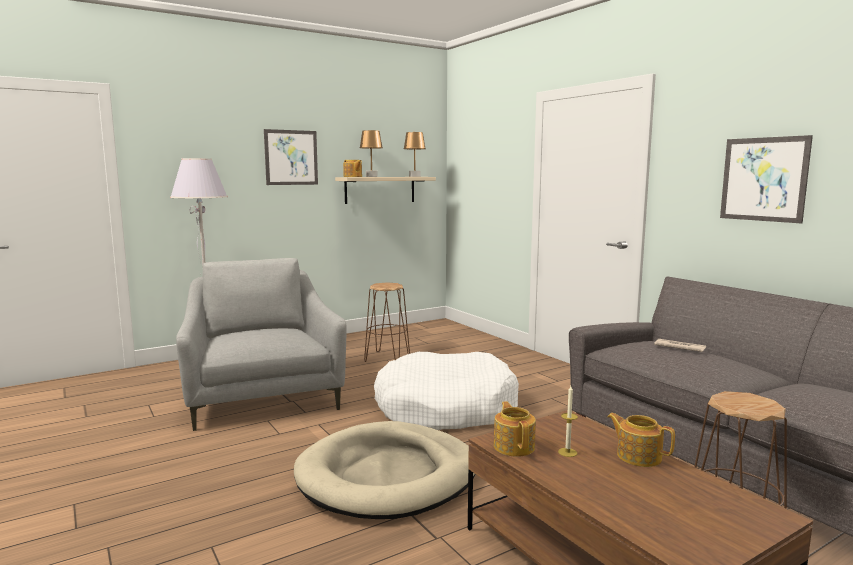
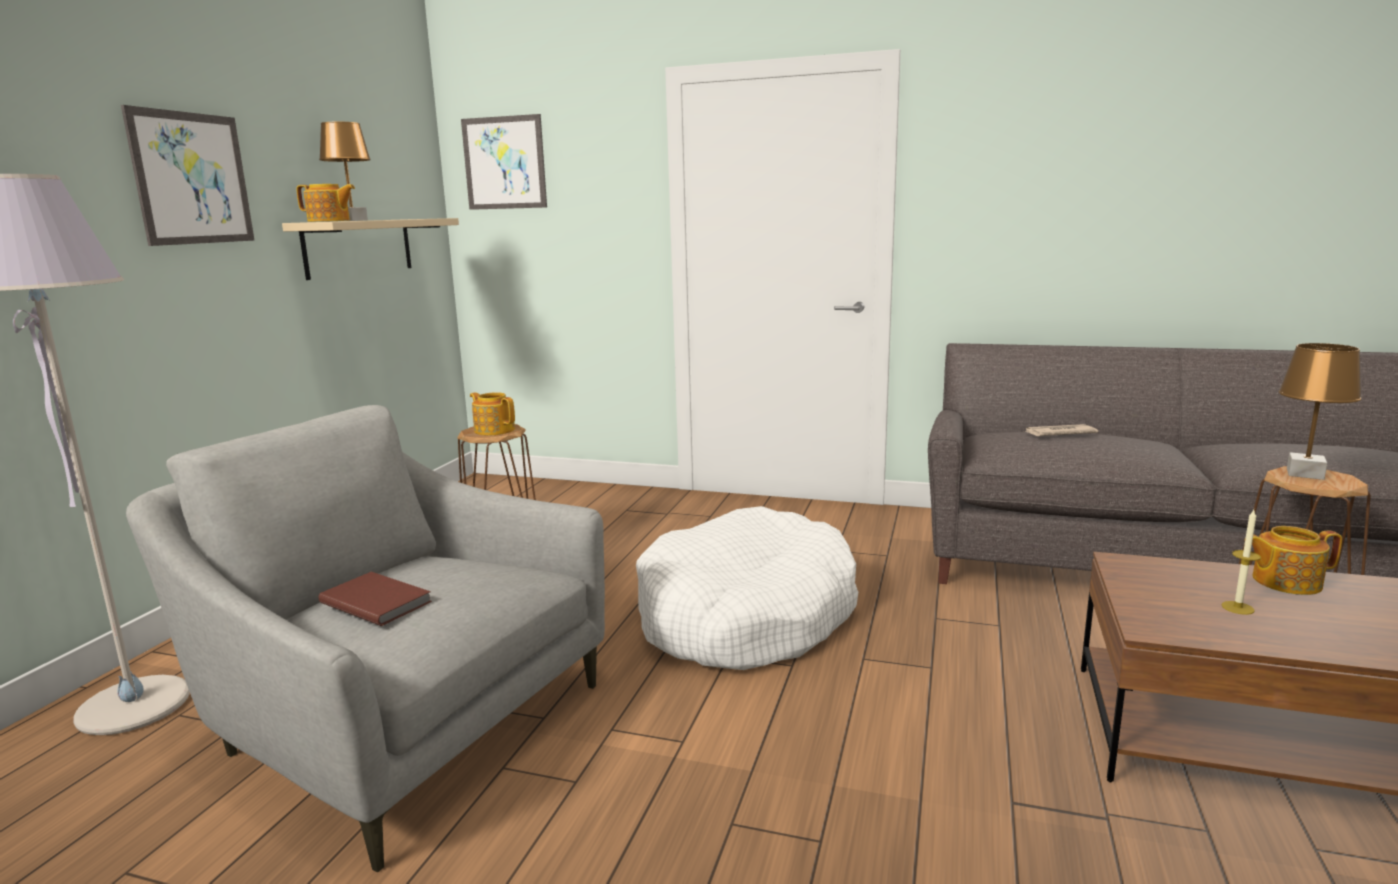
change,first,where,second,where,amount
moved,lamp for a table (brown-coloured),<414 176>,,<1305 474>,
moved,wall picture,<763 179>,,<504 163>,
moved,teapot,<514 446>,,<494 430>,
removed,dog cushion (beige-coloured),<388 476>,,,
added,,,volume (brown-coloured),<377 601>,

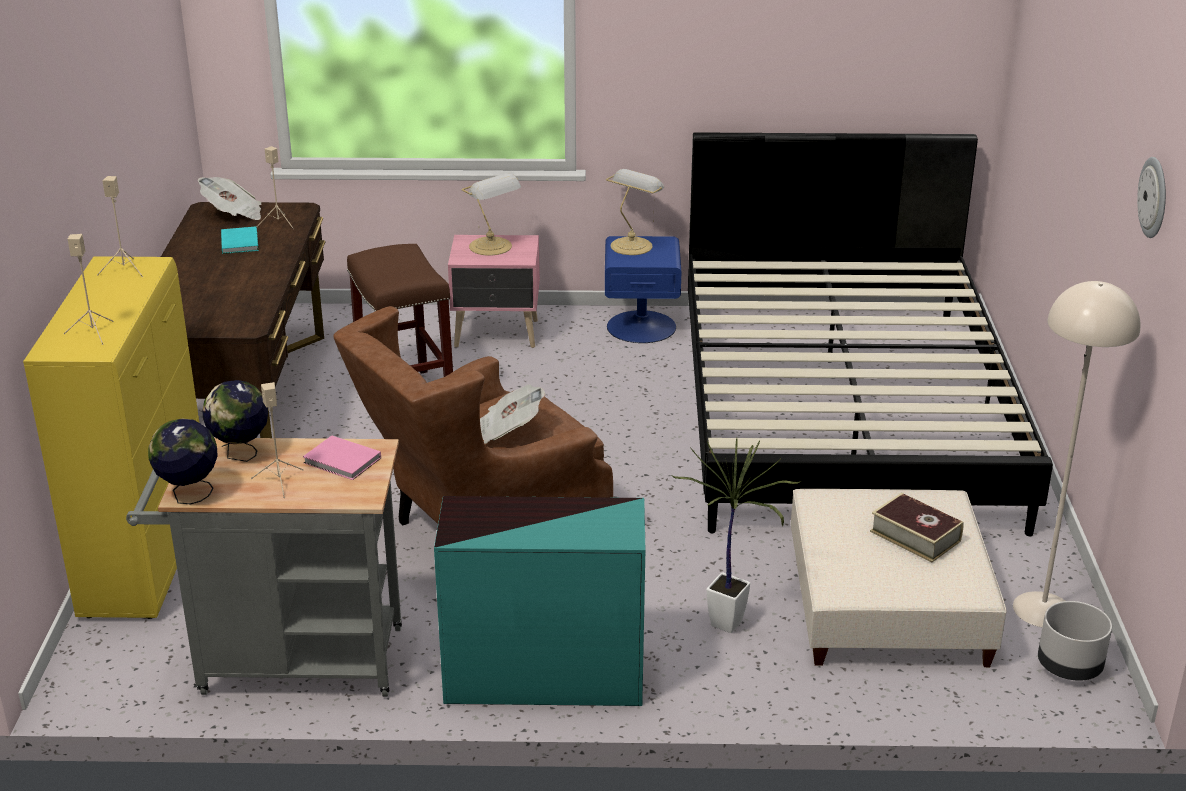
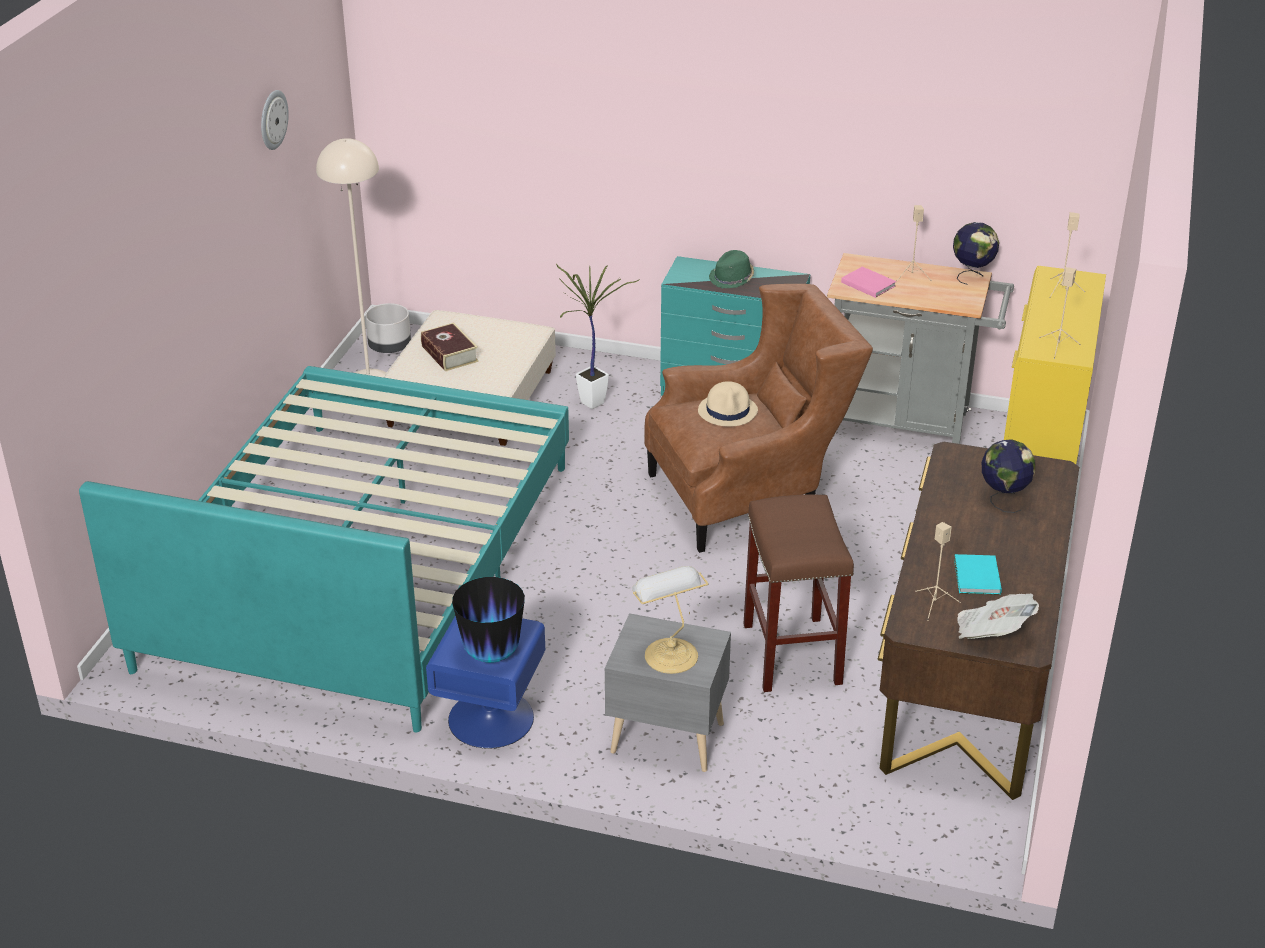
change,first,where,second,where,amount
recoloured,bedroom bed (black-coloured),<843 410>,bedroom bed (turquoise),<360 563>,
replaced,lamp for a table,<632 245>,vase,<491 654>,
recoloured,nightstand (pink),<497 334>,nightstand (gray),<666 736>,
moved,globe,<241 454>,,<1003 500>,
replaced,printed paper,<506 431>,clothing hat (beige-coloured),<728 411>,
added,,,clothing hat (greenish),<732 279>,

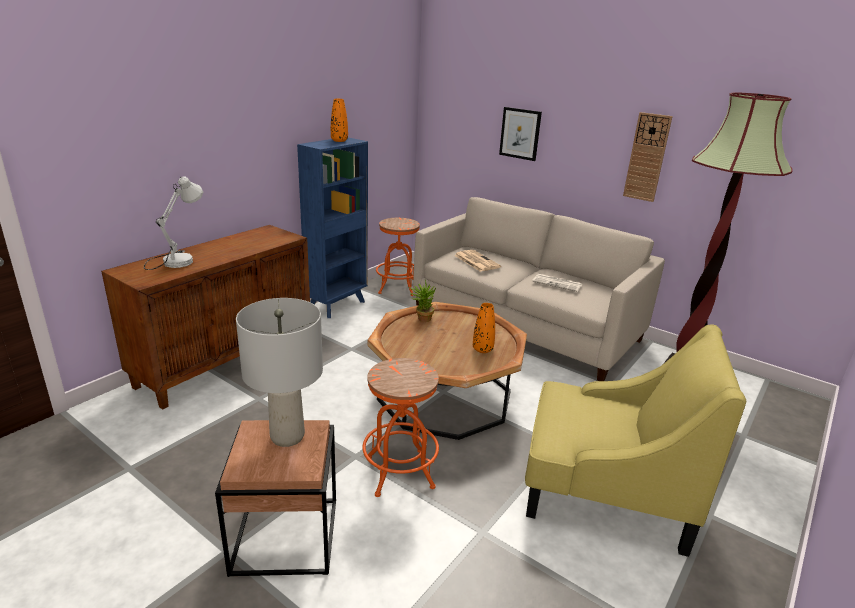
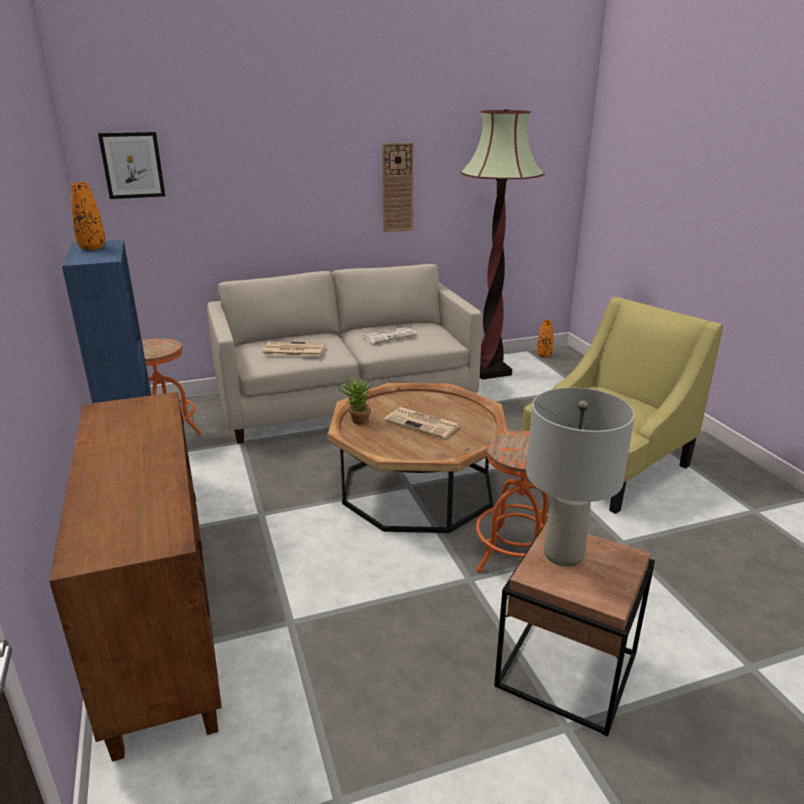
change,first,where,second,where,amount
moved,wall picture,<520 133>,,<132 165>,
removed,lamp for a table (whitish),<175 260>,,,
moved,vase (orange-coloured),<482 349>,,<544 355>,
added,,,printed paper,<423 423>,

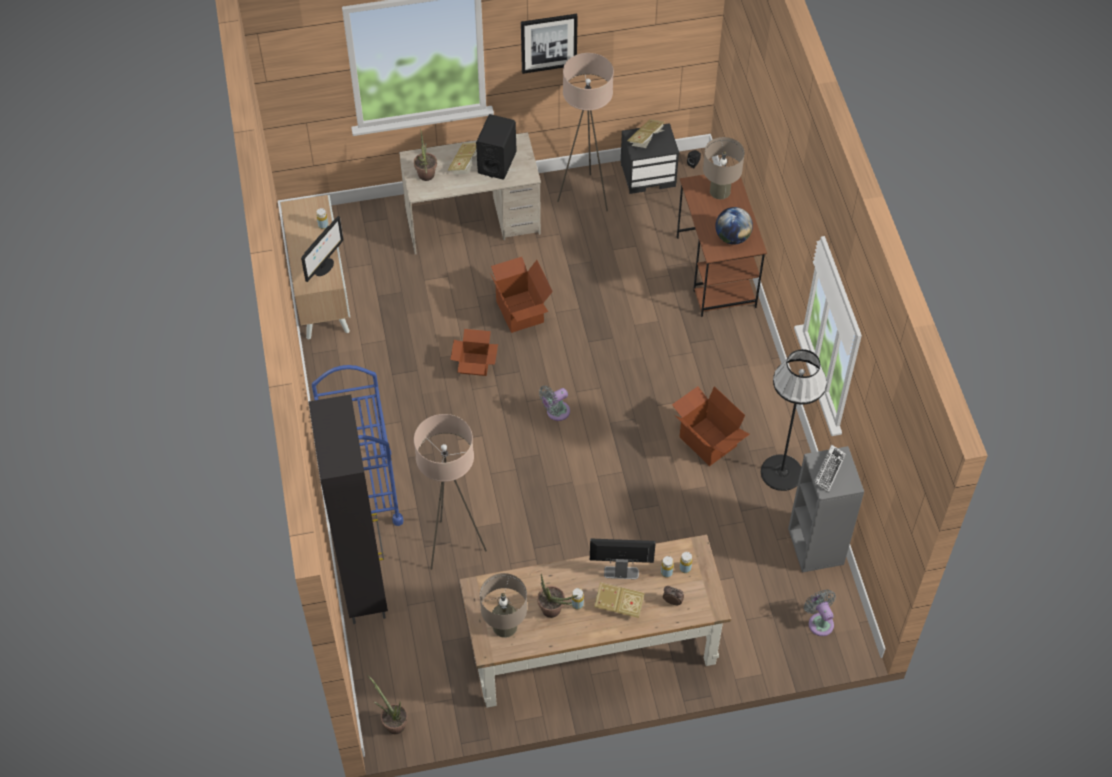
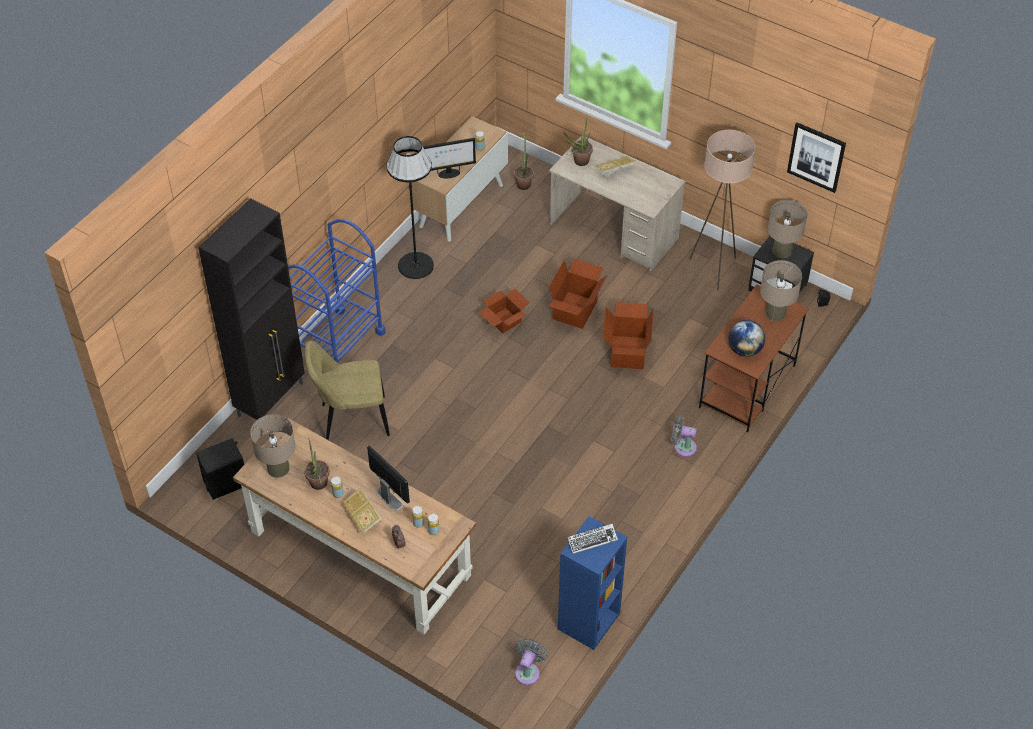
change,first,where,second,where,amount
moved,wall picture,<548 42>,,<816 156>,
moved,audio speaker (black-coloured),<497 162>,,<226 482>,
replaced,volume,<646 139>,lamp for a table (beige-coloured),<781 251>,
moved,standard lamp (black-coloured),<781 472>,,<416 265>,
moved,cooling fan (gray),<555 412>,,<682 447>,
moved,cardboard box,<707 442>,,<627 352>,
replaced,standard lamp (beige-coloured),<453 547>,plain chair (beige-coloured),<351 420>,
recoloured,bookshelf (gray),<816 547>,bookshelf (bluish),<589 622>,
moved,plant in a pot,<392 722>,,<523 182>,

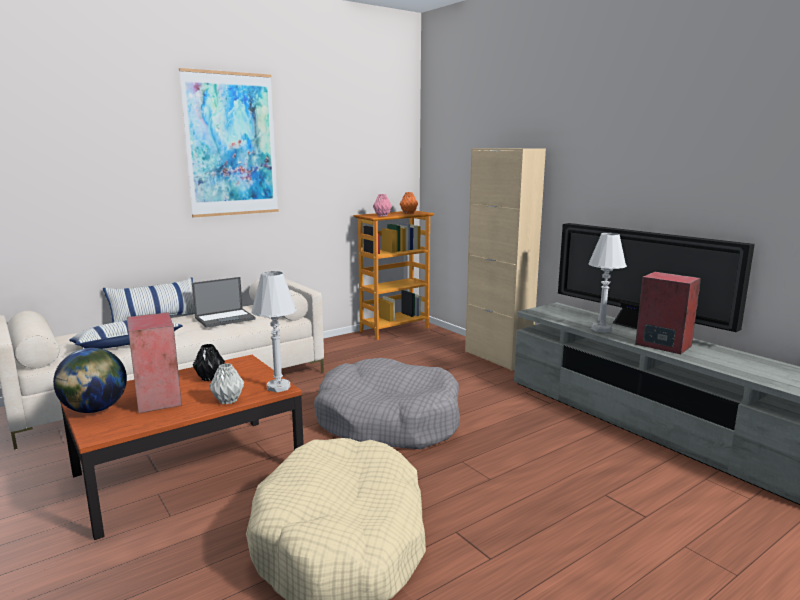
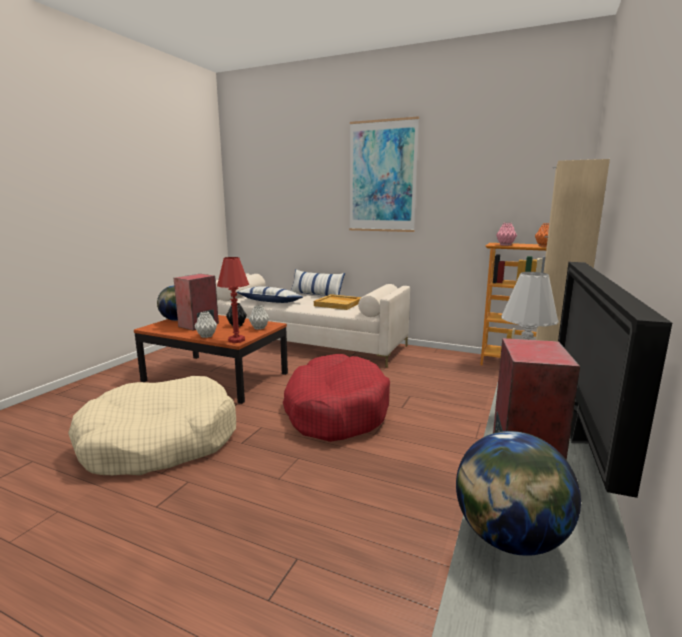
change,first,where,second,where,amount
recoloured,lamp for a table (whitish),<278 387>,lamp for a table (red),<236 340>,
replaced,portable computer,<225 318>,serving tray (beige-coloured),<338 304>,
recoloured,dog cushion (gray),<388 421>,dog cushion (red),<335 410>,
added,,,vase (gray),<259 328>,
added,,,globe,<509 538>,

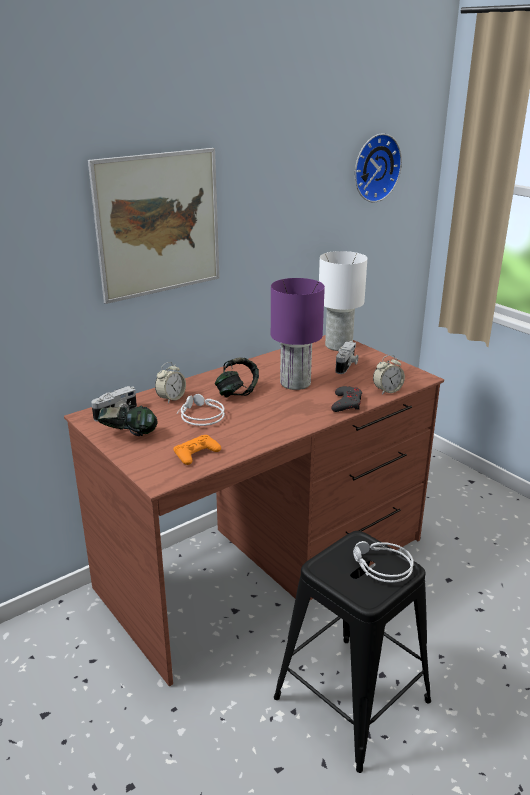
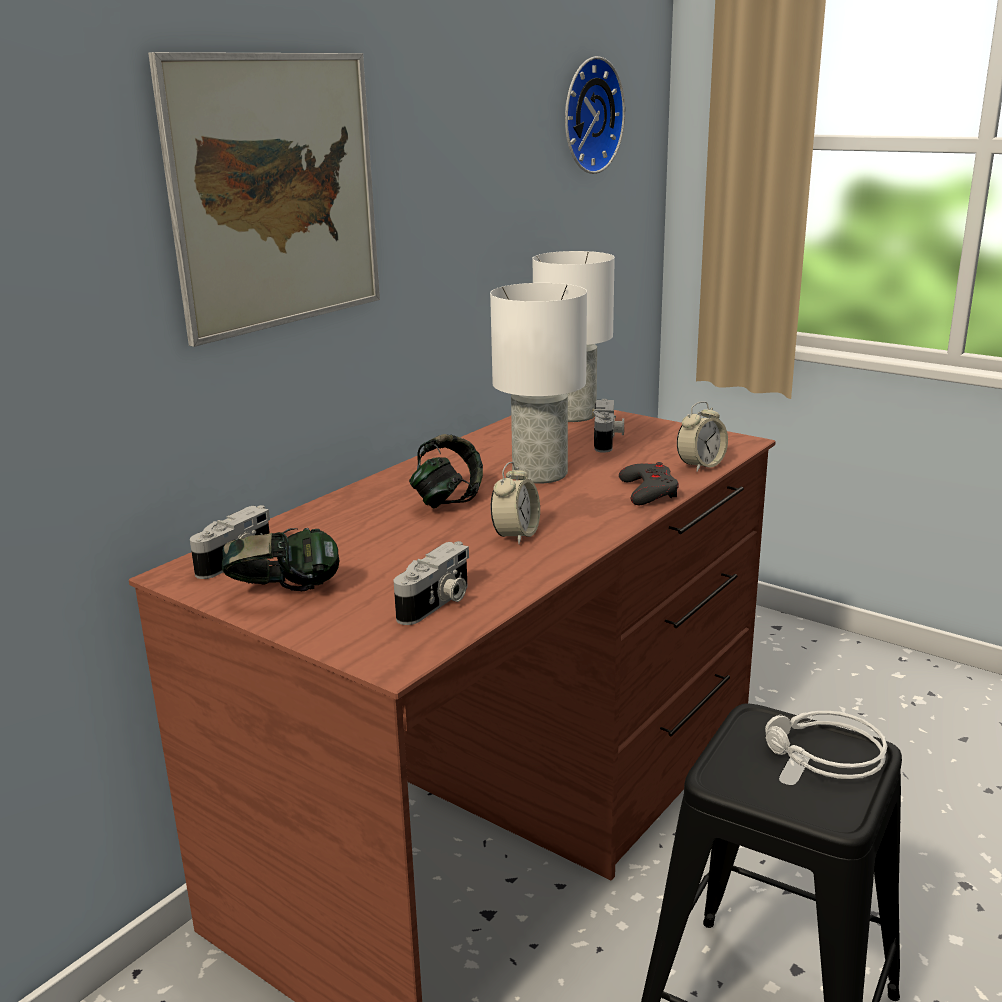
change,first,where,second,where,amount
recoloured,lamp for a table (purple),<295 383>,lamp for a table (whitish),<539 473>,
moved,table clock,<171 398>,,<516 535>,
removed,pair of headphones (gray),<199 415>,,,
replaced,joypad (orange-coloured),<196 454>,photo camera,<437 604>,

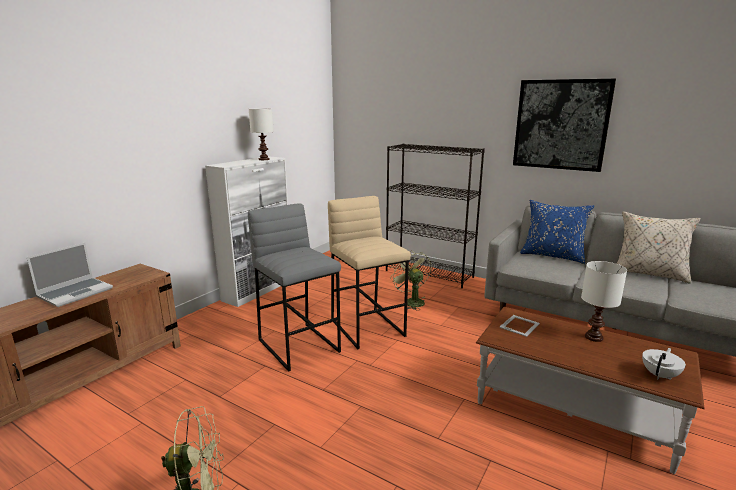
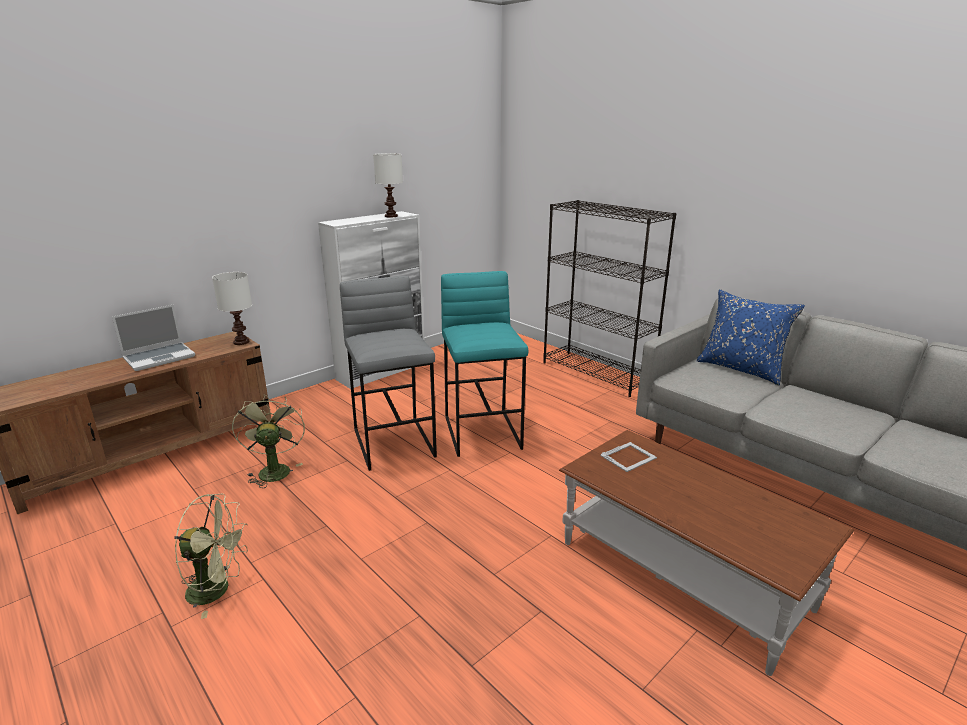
change,first,where,second,where,amount
removed,wall picture,<561 125>,,,
recoloured,stool seat (beige-coloured),<368 327>,stool seat (turquoise),<483 432>,
removed,throw pillow (beige-coloured),<649 274>,,,
moved,cooling fan (greenish),<411 301>,,<273 469>,
moved,lamp for a table (whitish),<593 337>,,<241 342>,
removed,teapot (whitish),<660 375>,,,

